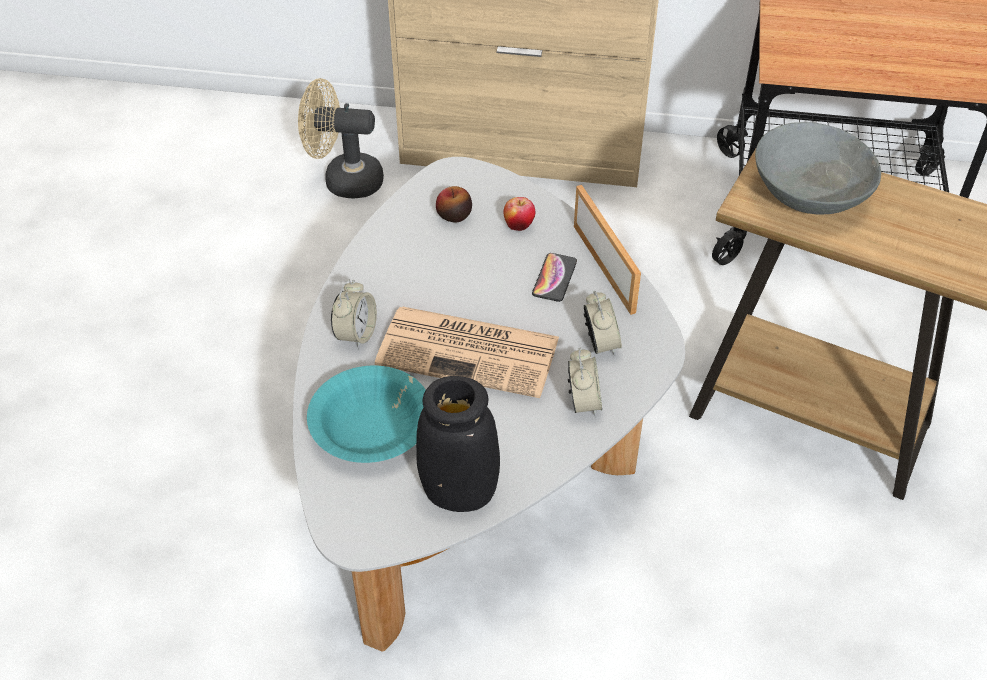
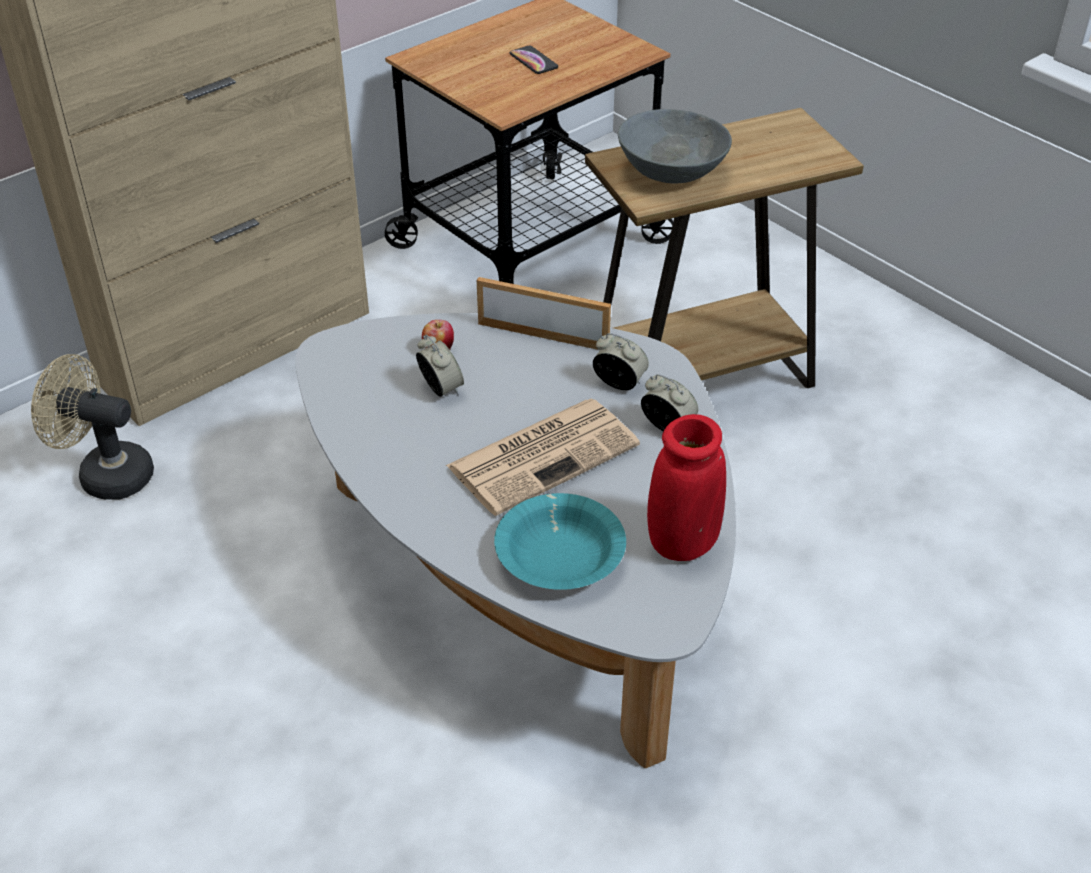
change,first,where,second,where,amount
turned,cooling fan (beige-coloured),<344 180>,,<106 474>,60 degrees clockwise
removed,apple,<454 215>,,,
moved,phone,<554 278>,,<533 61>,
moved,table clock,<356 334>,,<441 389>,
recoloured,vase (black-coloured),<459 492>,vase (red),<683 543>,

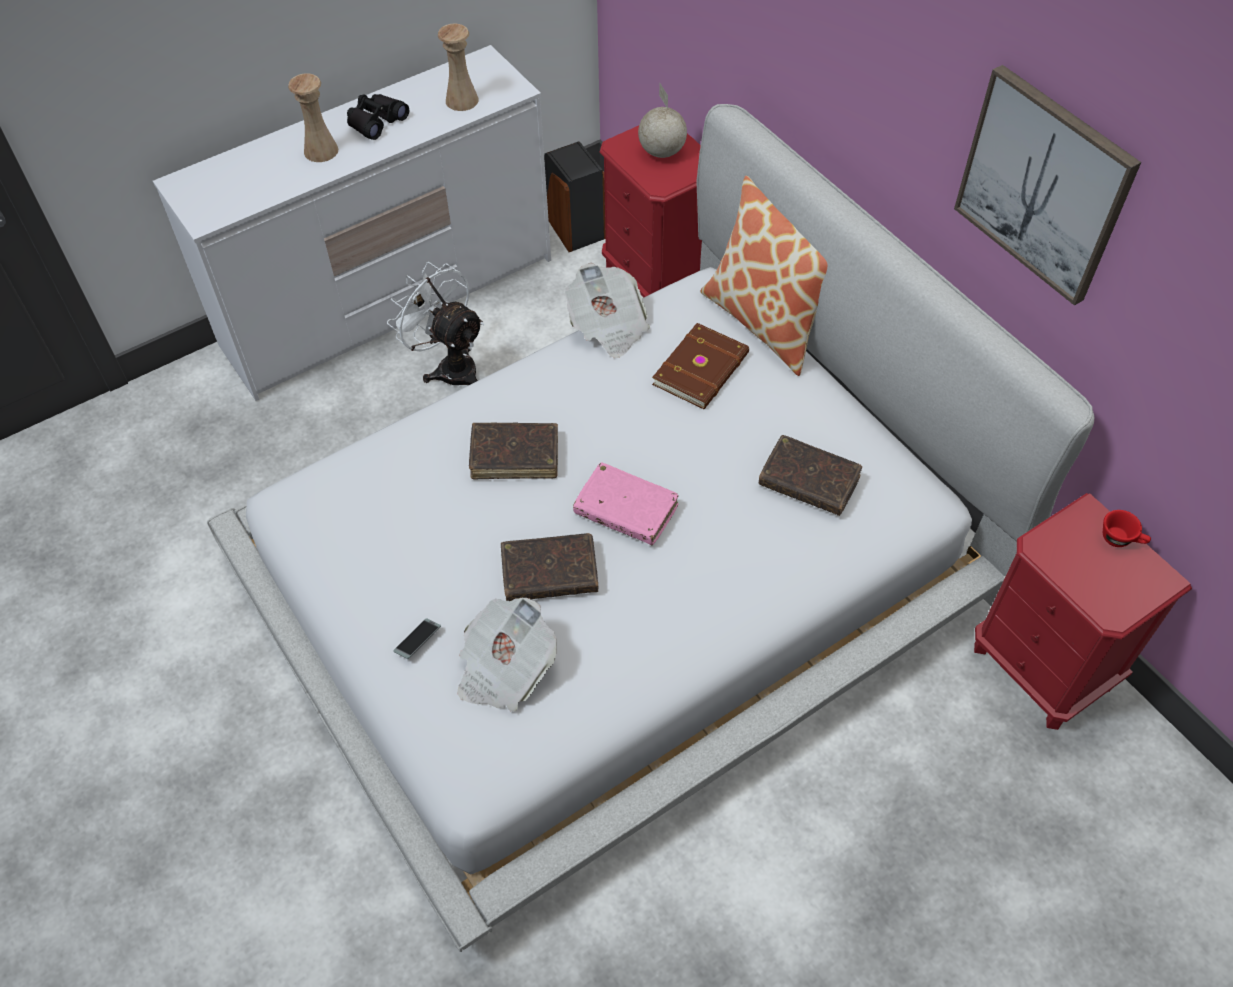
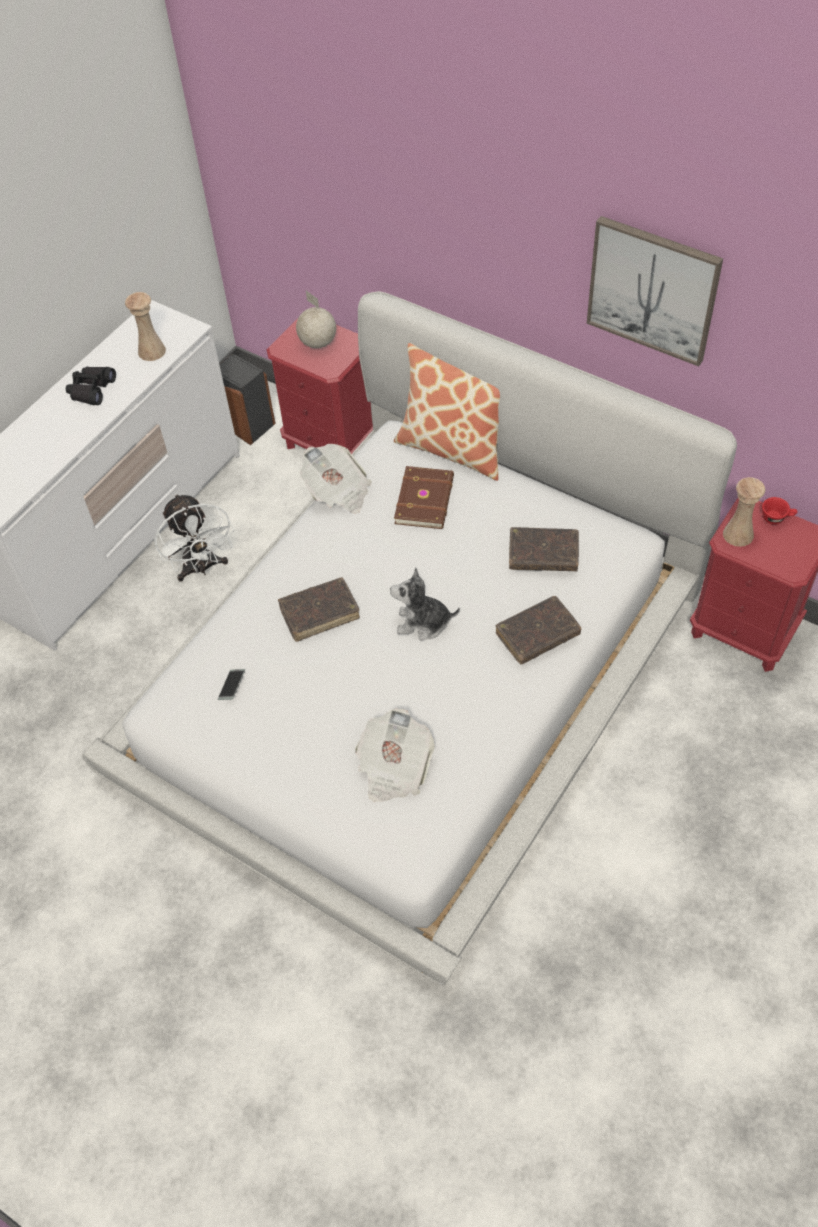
change,first,where,second,where,amount
moved,vase (beige-coloured),<321 151>,,<738 534>,
turned,cooling fan (whitish),<450 367>,,<202 568>,135 degrees counterclockwise
replaced,volume (pink),<626 510>,cuddly toy,<423 623>,
moved,volume (brown-coloured),<550 574>,,<537 635>,
moved,phone,<418 641>,,<232 686>,

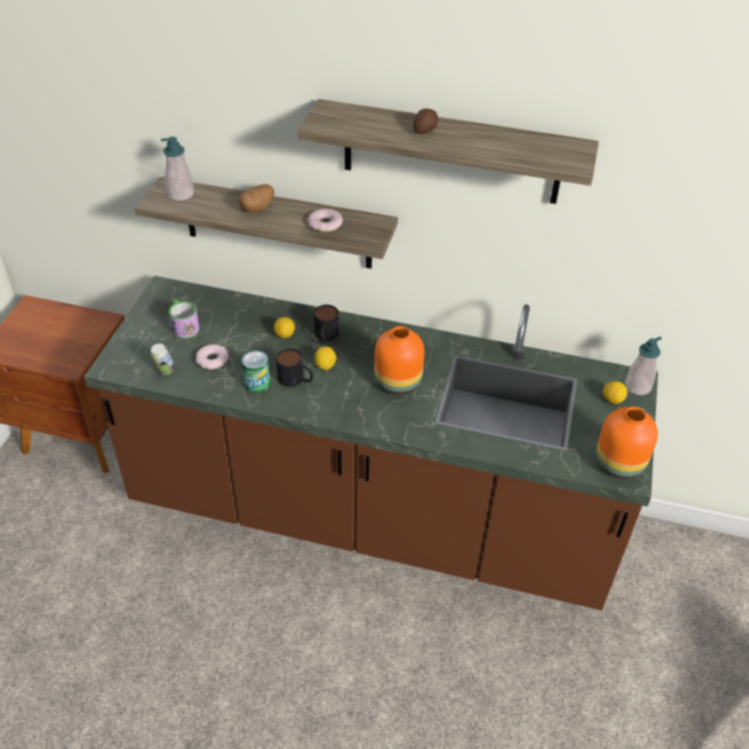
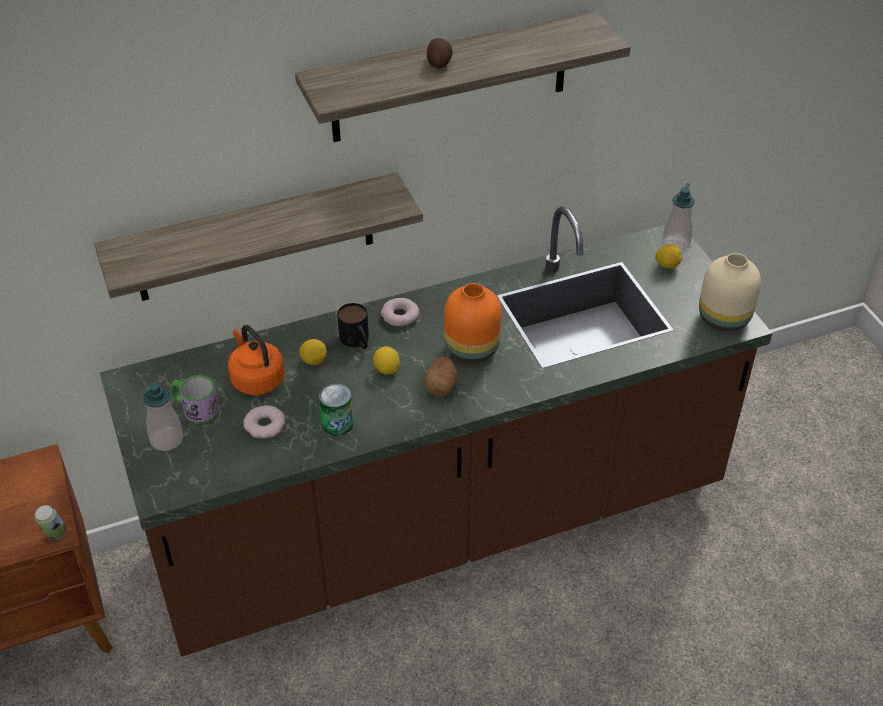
change,first,where,second,where,amount
moved,soap dispenser,<180 194>,,<167 440>,
moved,potato,<257 208>,,<441 386>,
moved,doughnut,<325 224>,,<400 315>,
moved,metal can,<165 371>,,<55 535>,
removed,tea mug,<296 379>,,,
recoloured,vase (orange-coloured),<618 465>,vase (beige-coloured),<724 319>,
added,,,tea kettle (orange-coloured),<256 379>,

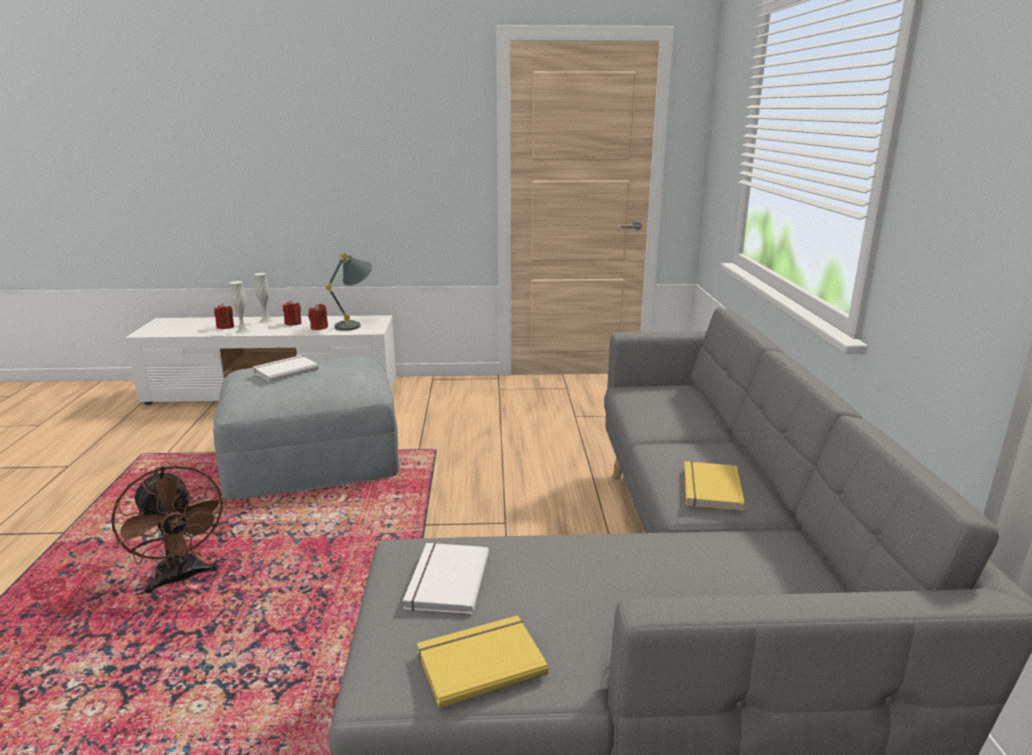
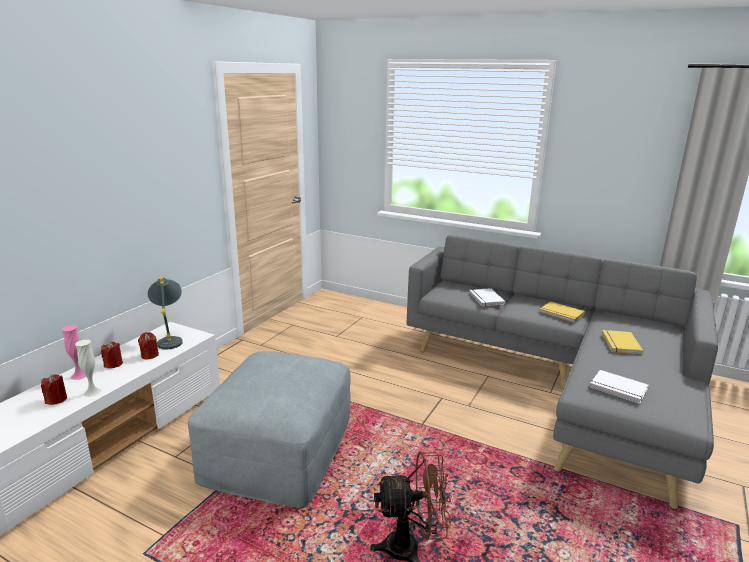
change,first,where,second,where,amount
recoloured,vase (whitish),<266 321>,vase (pink),<79 375>,
moved,volume (whitish),<285 370>,,<485 299>,
moved,volume (yellow),<479 661>,,<619 343>,

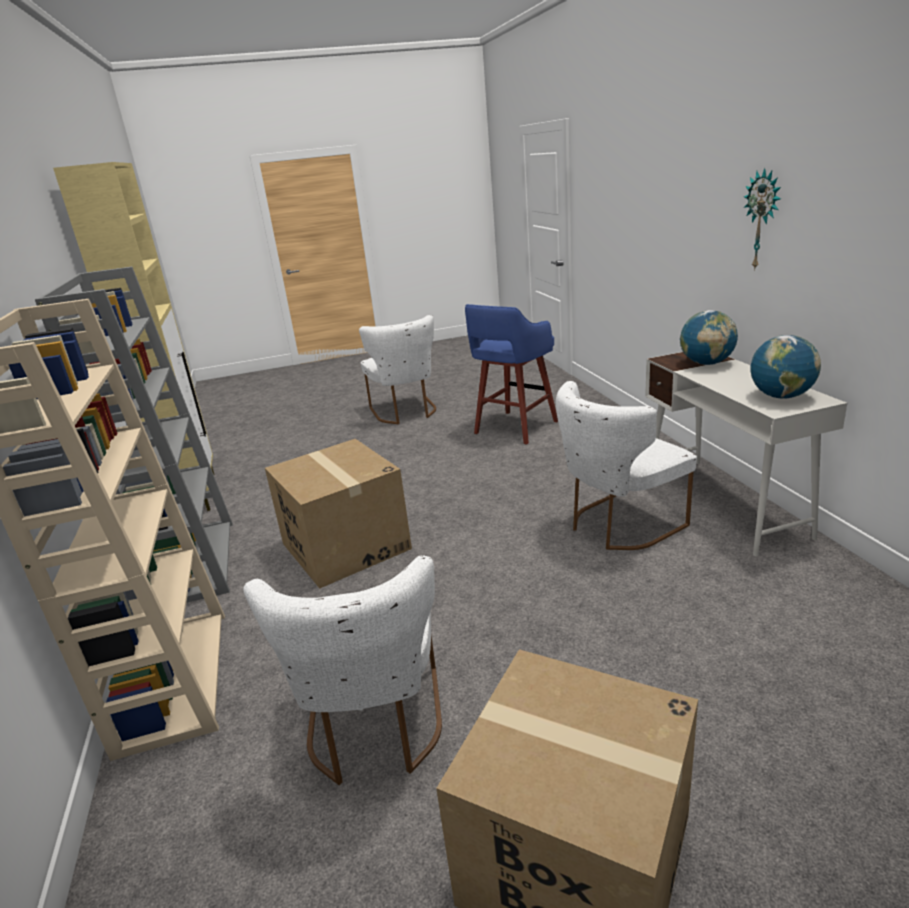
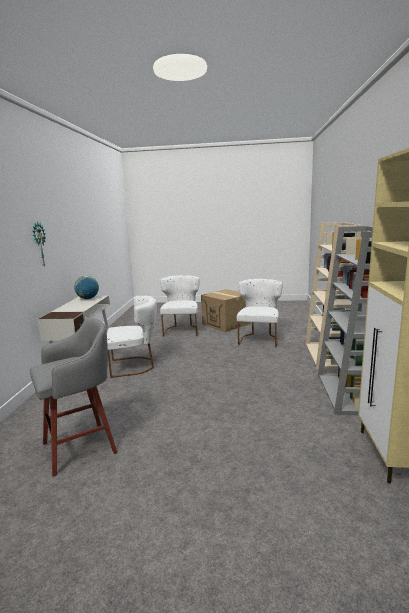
change,first,where,second,where,amount
recoloured,stool seat (bluish),<514 428>,stool seat (gray),<82 447>,
removed,globe,<706 363>,,,
moved,plain chair (whitish),<406 412>,,<182 330>,
removed,cardboard box,<345 546>,,,

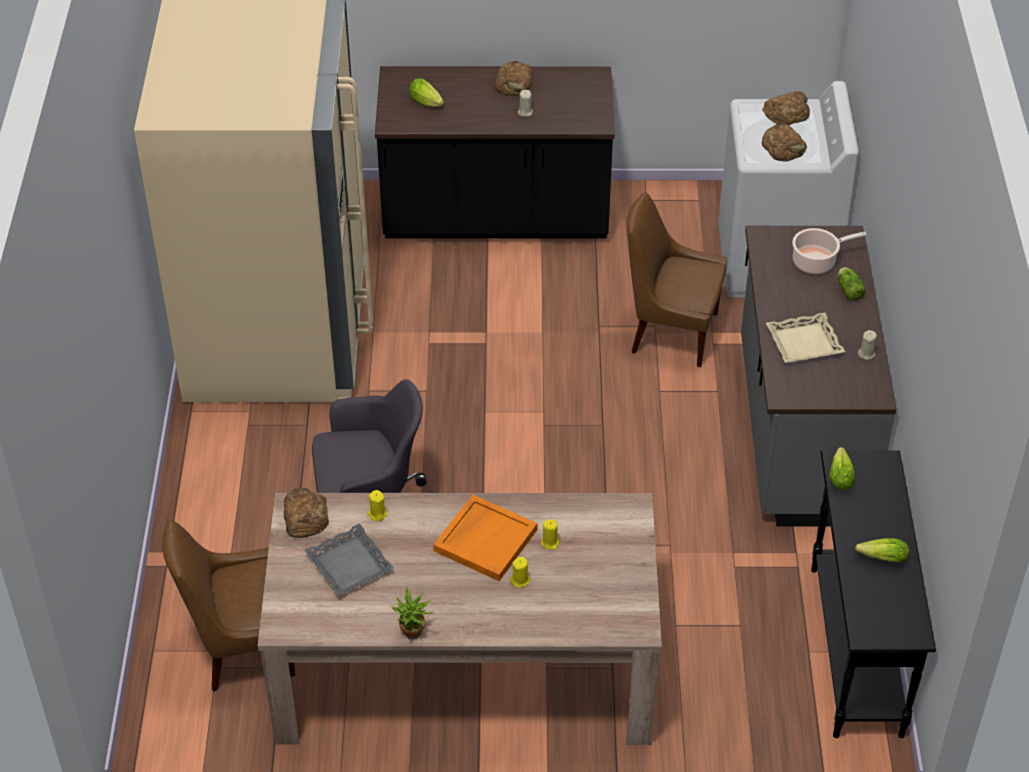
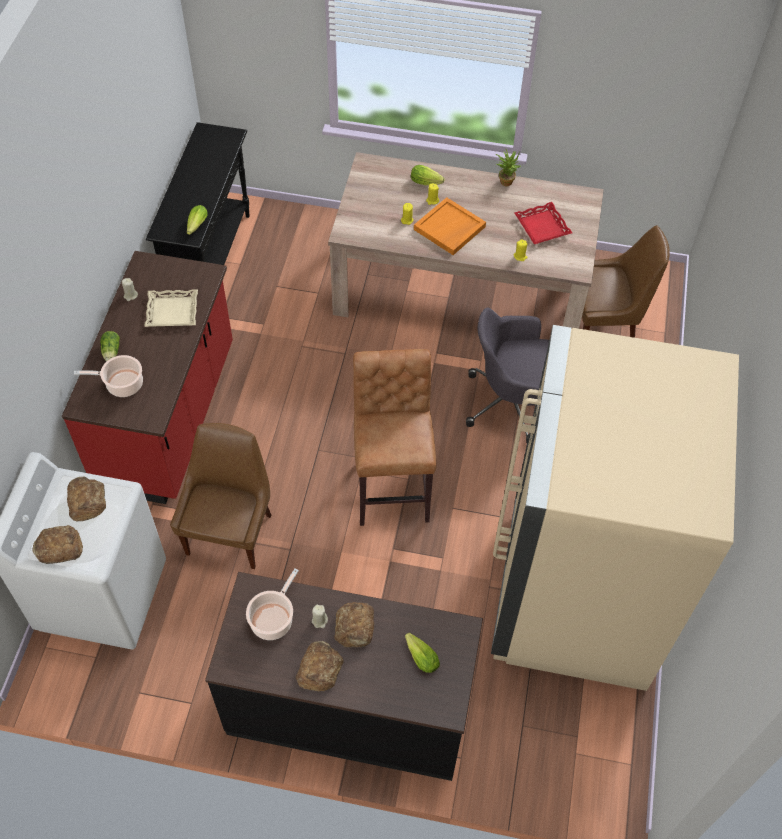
change,first,where,second,where,amount
turned,plain chair (brown-coloured),<670 332>,,<230 531>,105 degrees counterclockwise
recoloured,kitchen counter (gray),<799 432>,kitchen counter (red),<169 417>,
moved,baked bread,<305 517>,,<355 627>,
recoloured,serving tray (gray),<350 564>,serving tray (red),<541 227>,
moved,lettuce head,<880 558>,,<427 182>,
added,,,stool seat (brown-coloured),<392 486>,
added,,,stockpot,<273 619>,

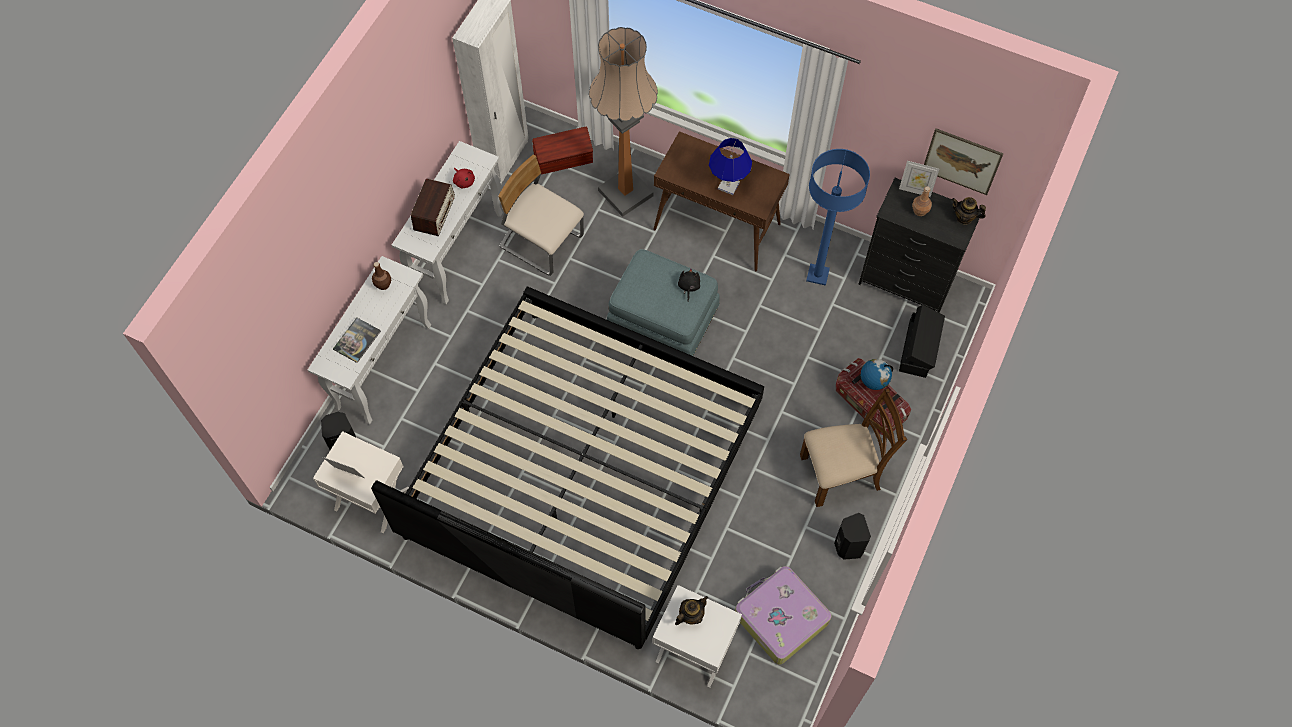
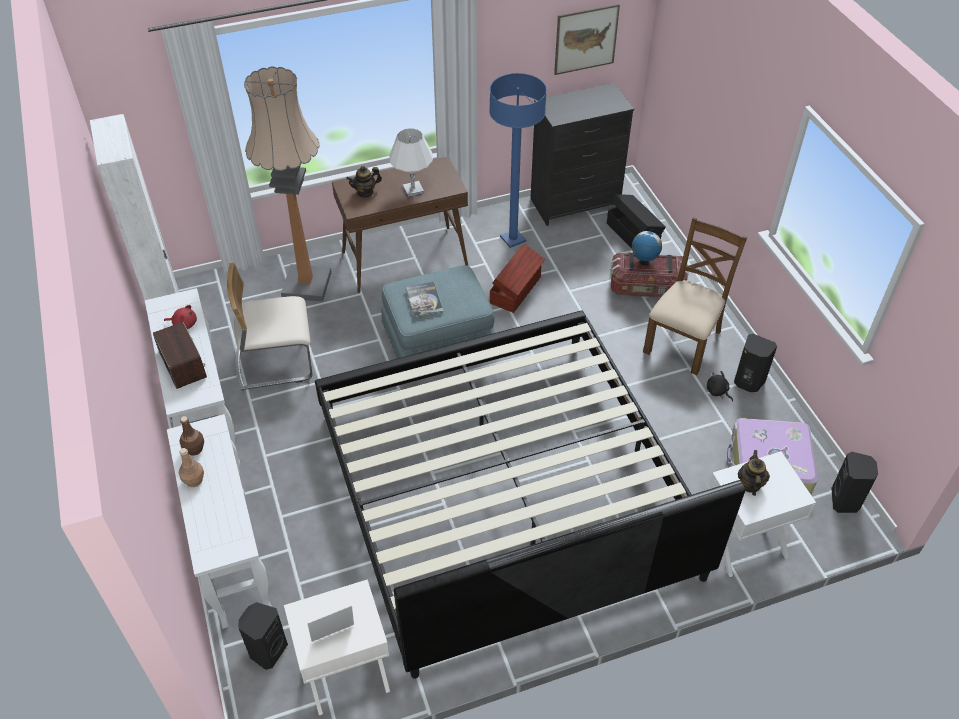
change,first,where,second,where,amount
moved,storage container (brown-coloured),<564 159>,,<516 290>,
recoloured,lamp for a table (bluish),<728 186>,lamp for a table (whitish),<413 189>,
removed,photo frame,<915 190>,,,
moved,drink bottle (brown-coloured),<920 211>,,<194 480>,
moved,teapot,<964 217>,,<365 192>,
moved,cuddly toy (black-coloured),<688 287>,,<717 391>,
moved,volume,<357 340>,,<424 300>,
added,,,audio speaker (black-coloured),<845 501>,

